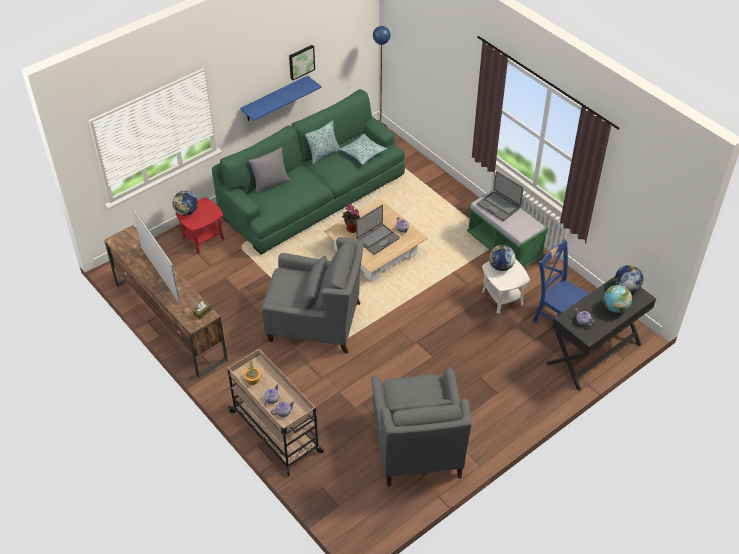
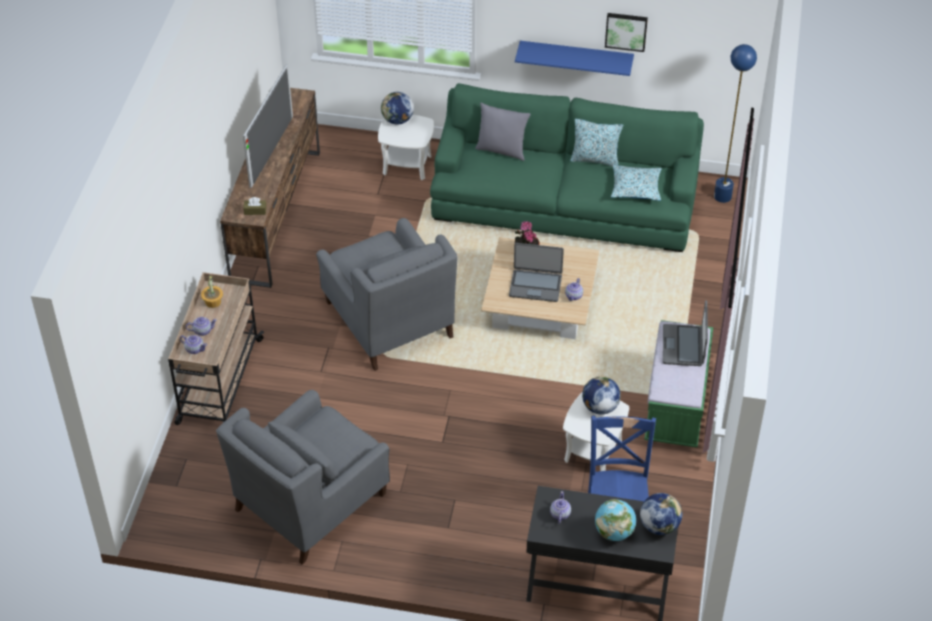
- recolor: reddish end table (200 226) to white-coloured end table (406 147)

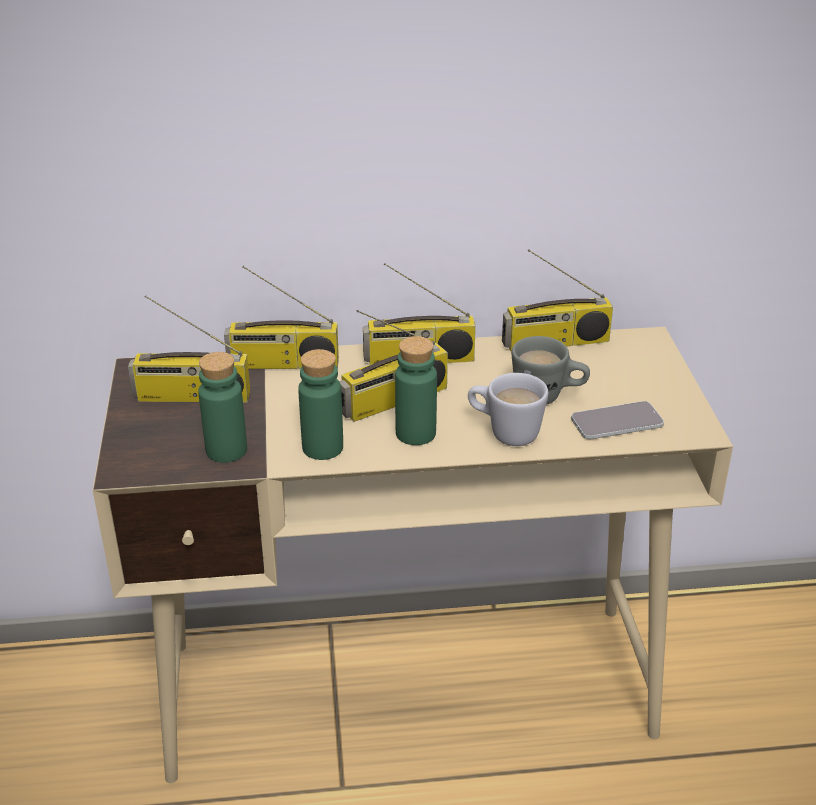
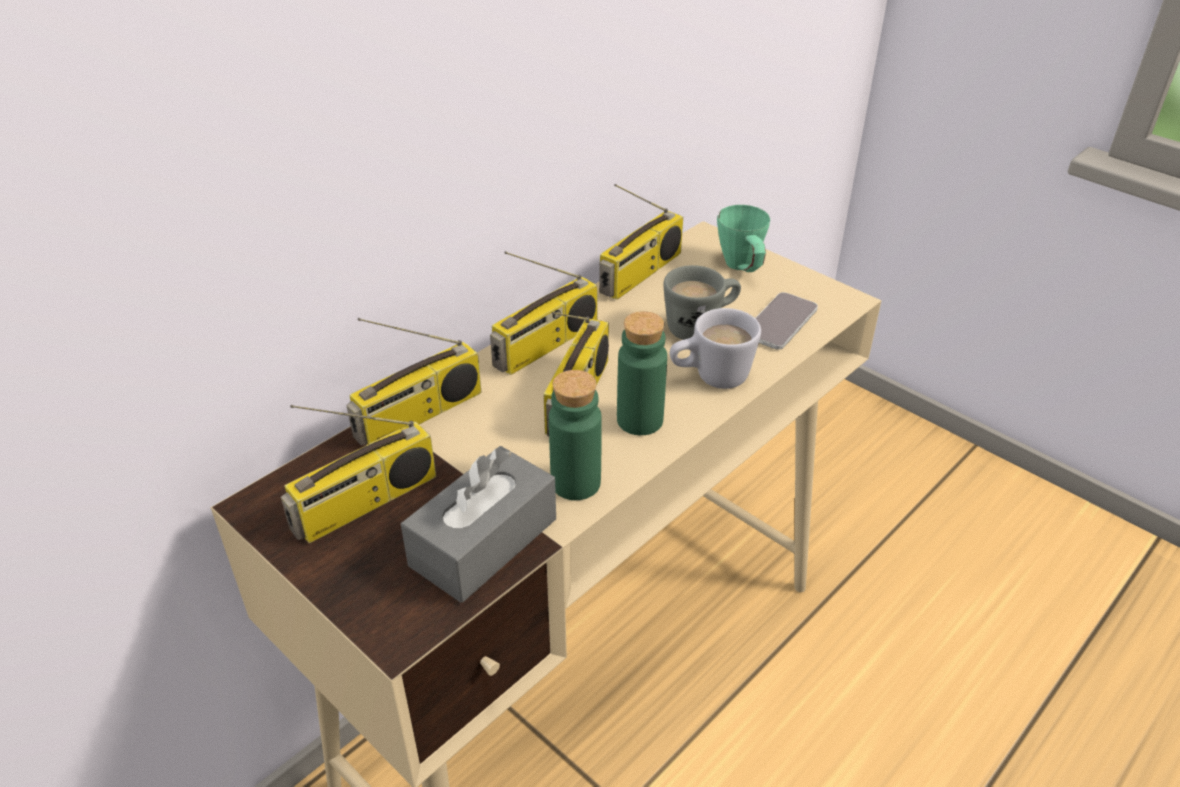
- replace: green beverage bottle (222 407) to grey box of tissues (478 524)
- insert: green tea mug (743 238)

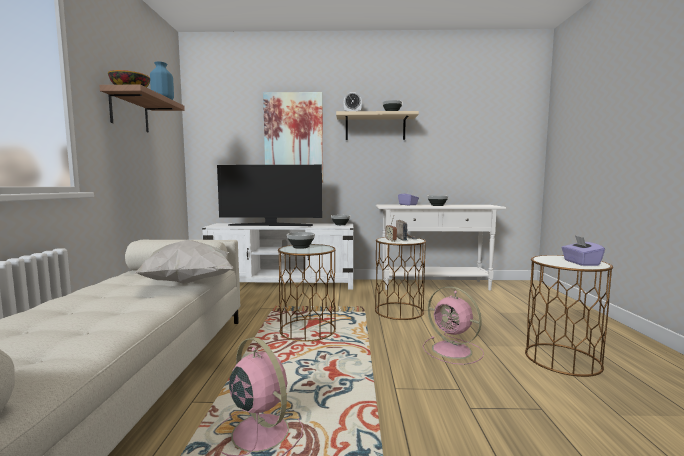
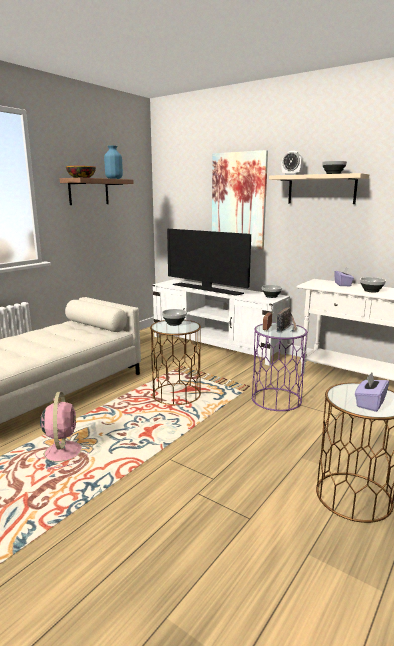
- recolor: brown-coloured end table (400 278) to purple-coloured end table (279 366)
- delete: white-coloured pillow (183 261)
- delete: pink electric fan (453 326)

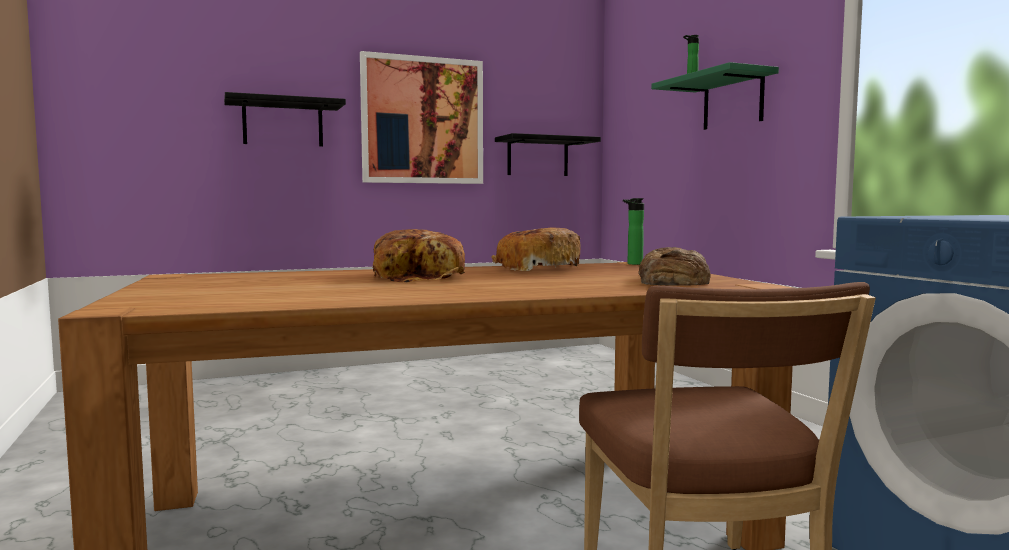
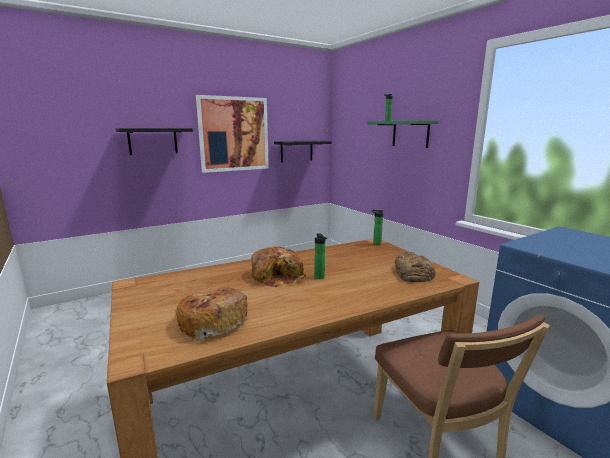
- move: bakery bread (535 249) to (211 314)
- insert: beverage bottle (320 256)

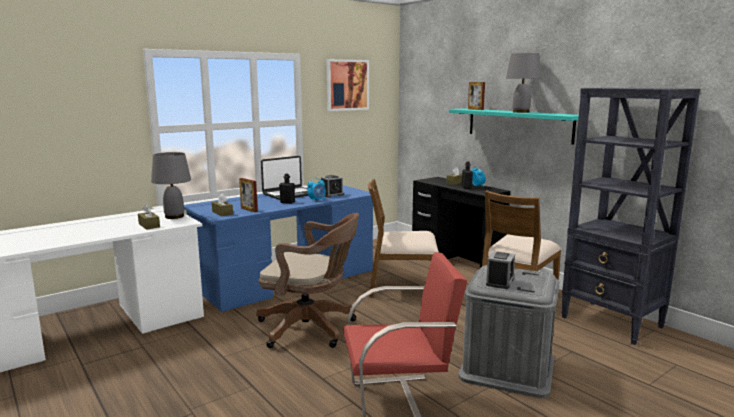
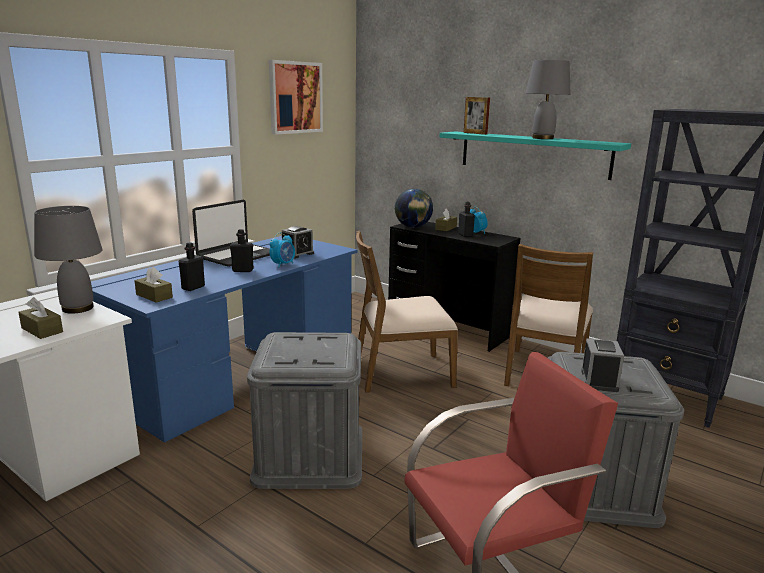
- replace: photo frame (248 195) to black-coloured beverage bottle (191 266)
- replace: brown-coloured computer chair (307 280) to grey storage box (304 410)
- insert: globe (414 208)

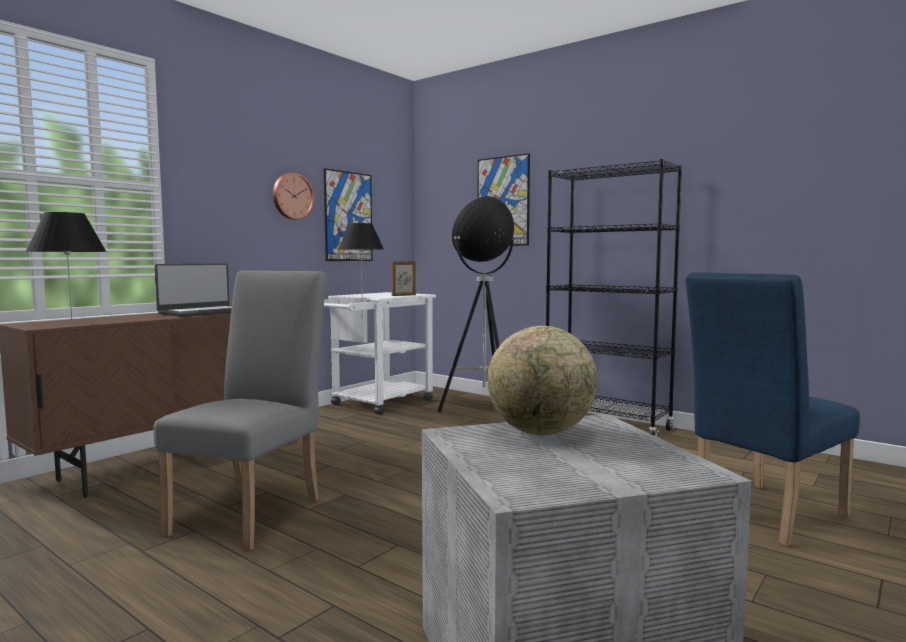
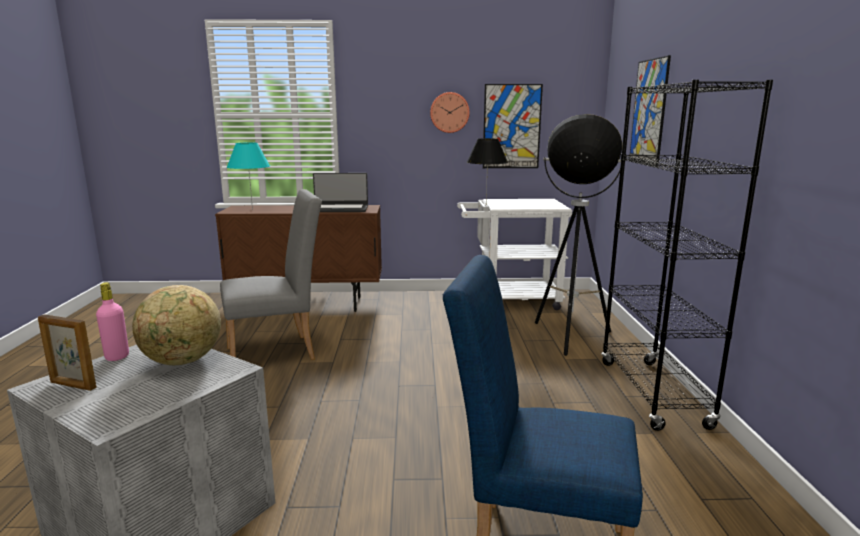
- move: photo frame (404 278) to (67 352)
- insert: pink beverage bottle (112 321)
- recolor: black-coloured lamp for a table (66 267) to turquoise lamp for a table (248 176)

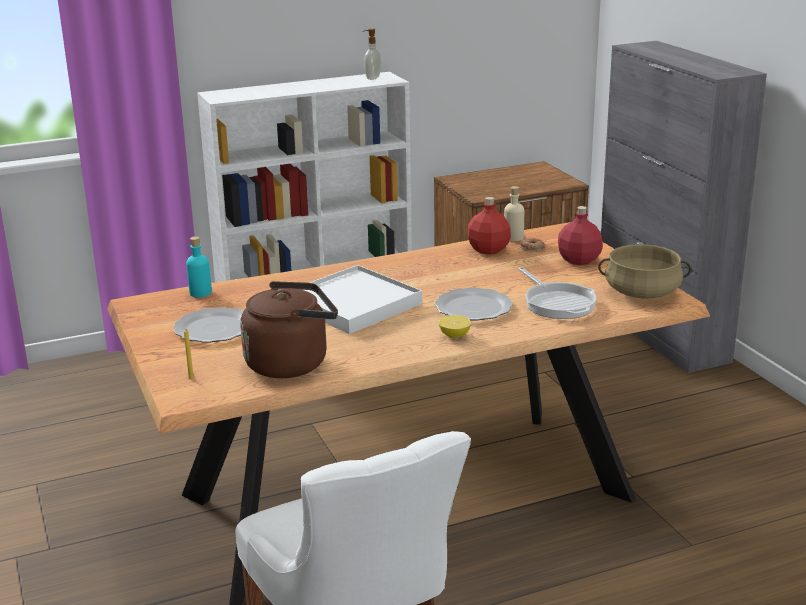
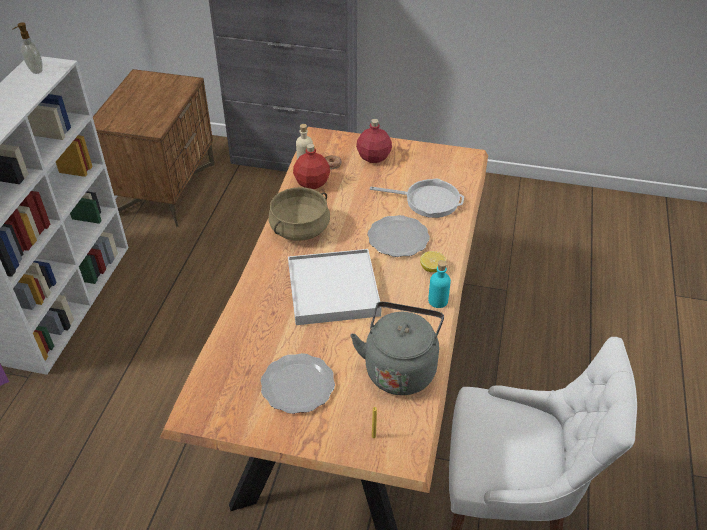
- move: beige saucepot (644 271) to (299 214)
- recolor: brown-coloured tea kettle (289 329) to grey tea kettle (397 348)
- move: turquoise beverage bottle (199 266) to (439 284)

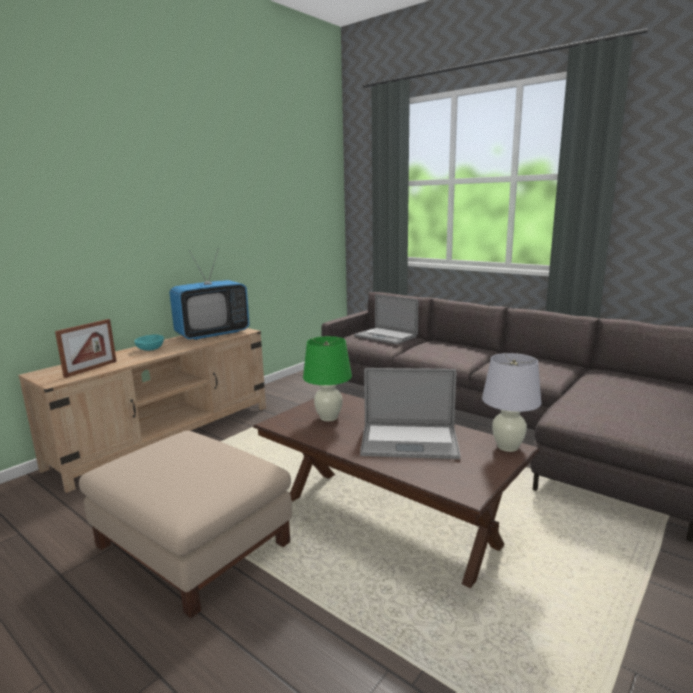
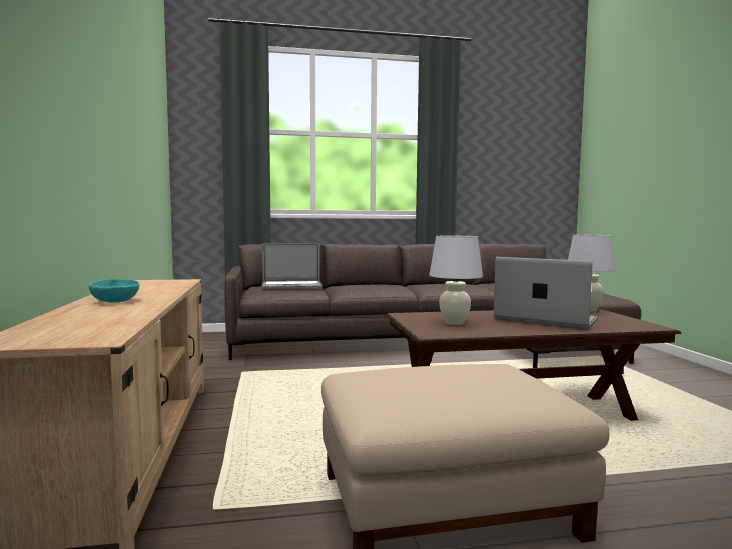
- recolor: green lamp for a table (327 378) to white-coloured lamp for a table (456 280)
- rotate: portable computer (410 413) = (546 293) 105 degrees counterclockwise
- delete: photo frame (86 348)
- delete: TV (209 294)

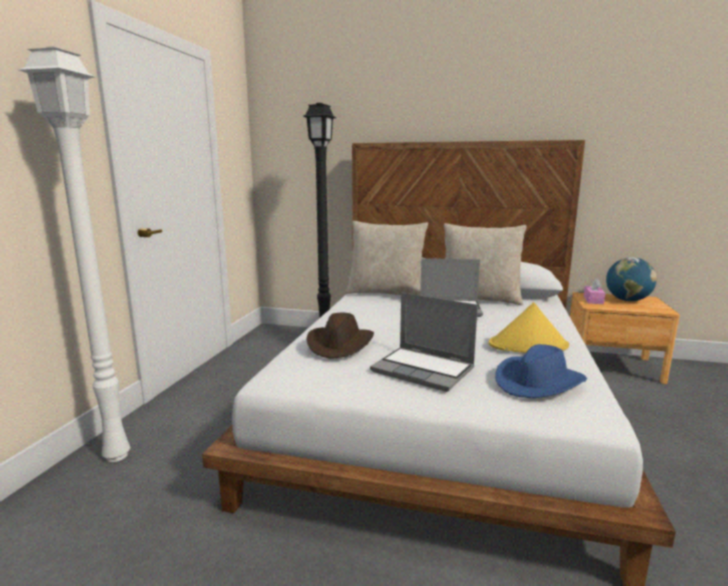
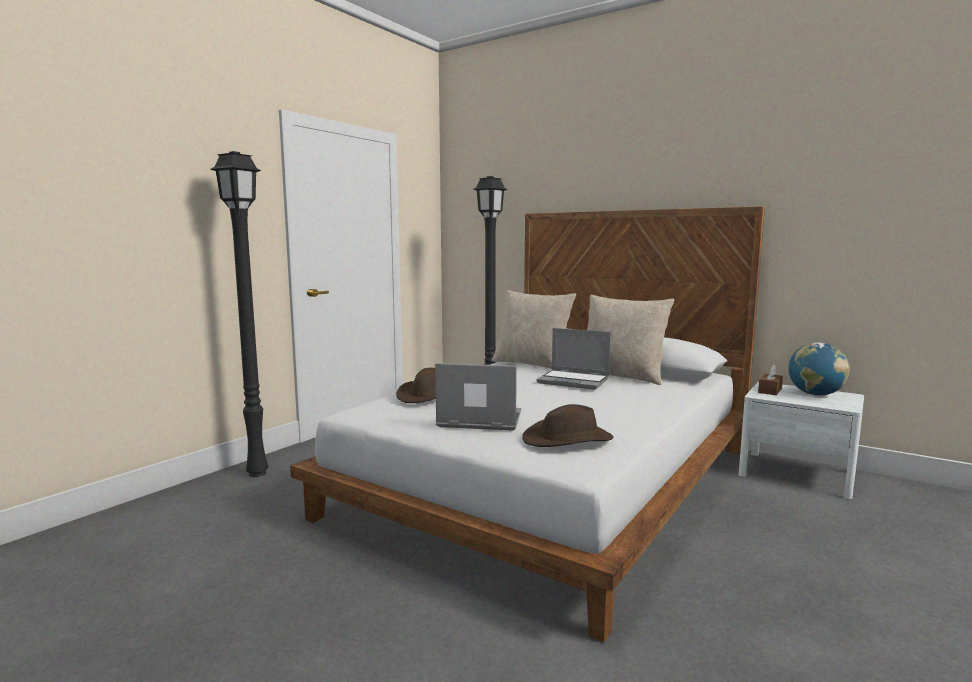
- recolor: white-coloured floor lamp (74 254) to black-coloured floor lamp (239 314)
- rotate: portable computer (424 342) = (478 397) 135 degrees clockwise
- recolor: blue hat (541 371) to brown-coloured hat (568 425)
- recolor: brown-coloured night table (625 338) to white-coloured night table (801 440)
- recolor: pink box of tissues (594 291) to brown-coloured box of tissues (770 380)
- delete: yellow hat (529 328)

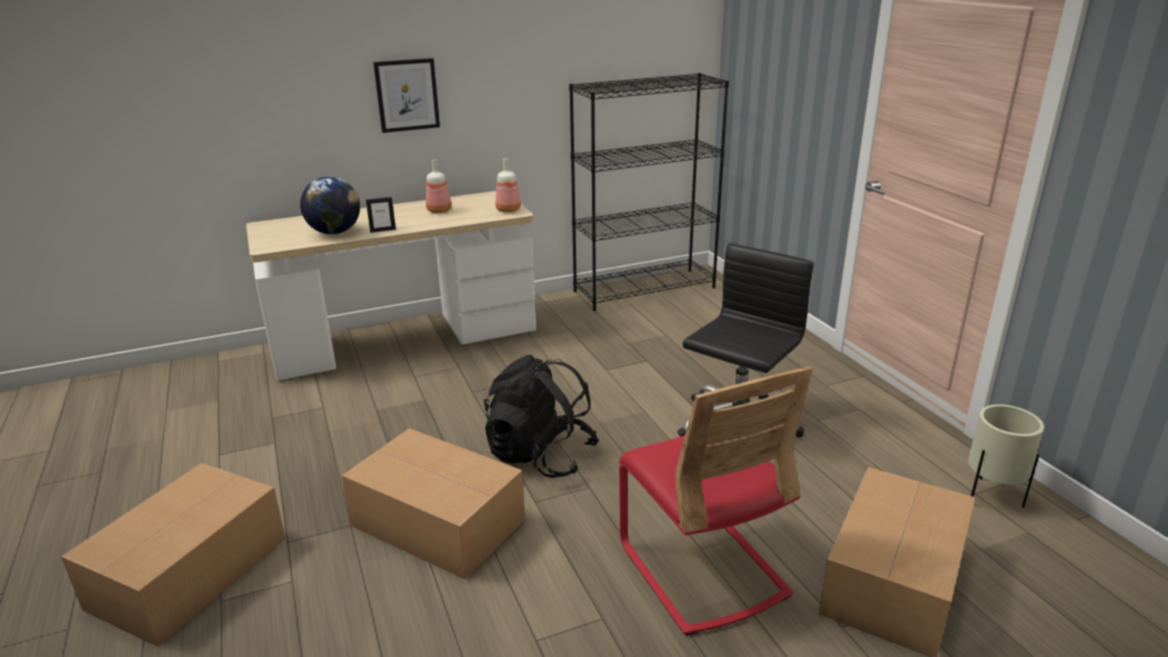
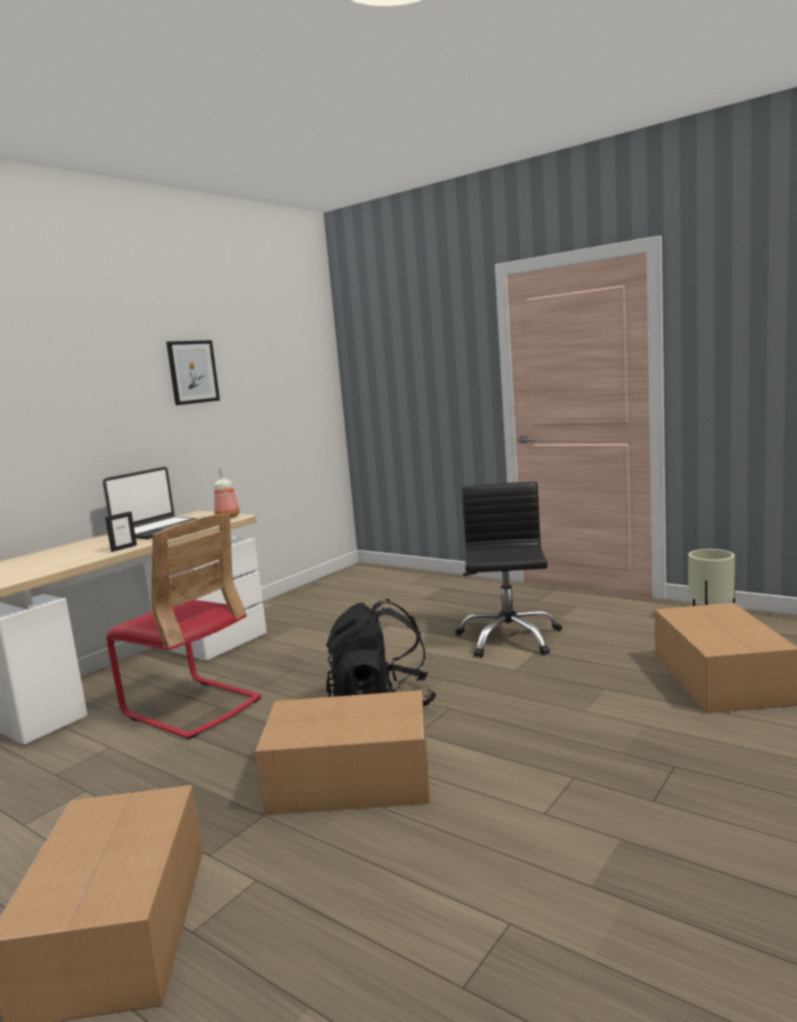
- replace: beverage bottle (439 186) to portable computer (151 503)
- move: reddish plain chair (715 501) to (183 626)
- move: picture (406 95) to (193 372)
- delete: globe (330 205)
- delete: black-coloured bookshelf (649 192)

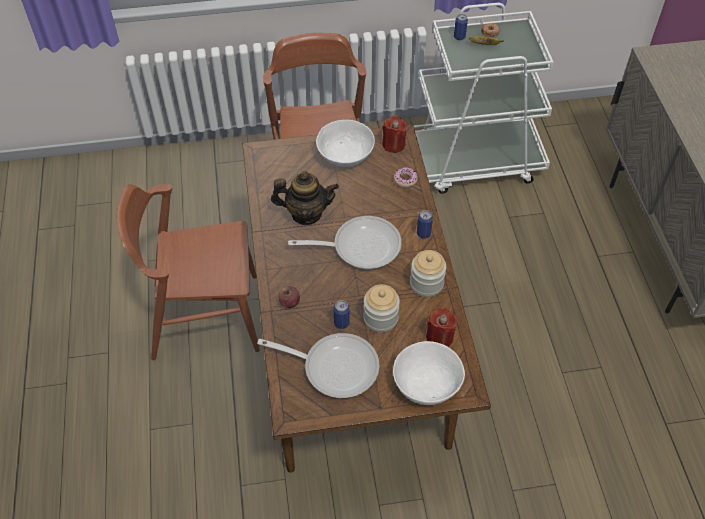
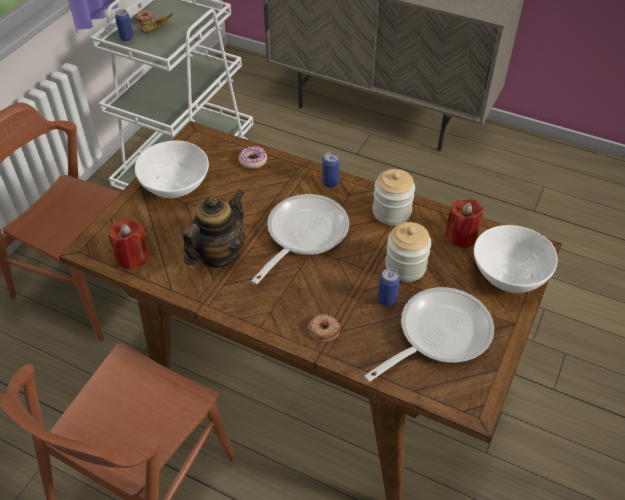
- move: reddish wax candle (394 134) to (128 245)
- replace: apple (289 297) to ring doughnut (324 328)

